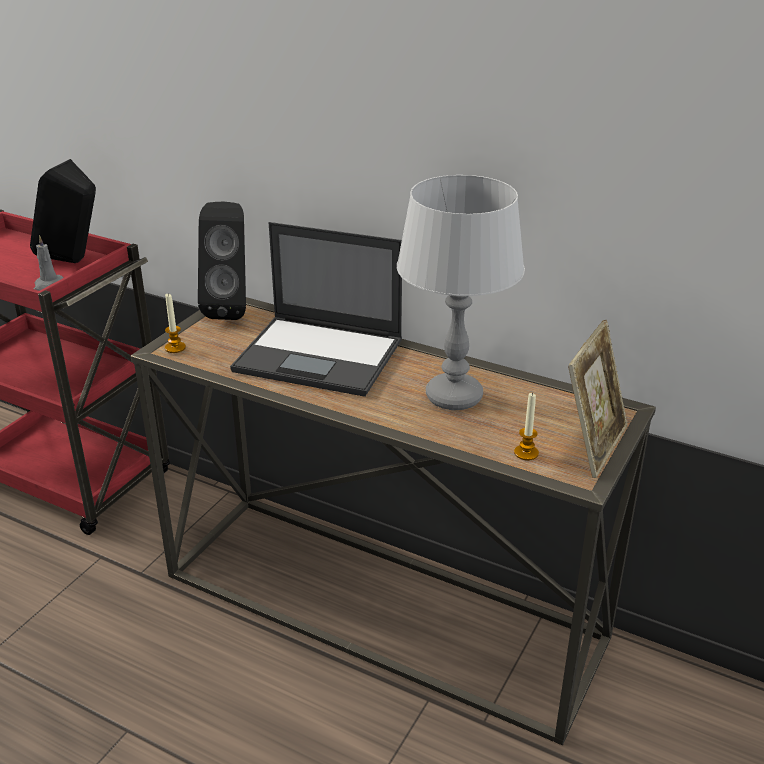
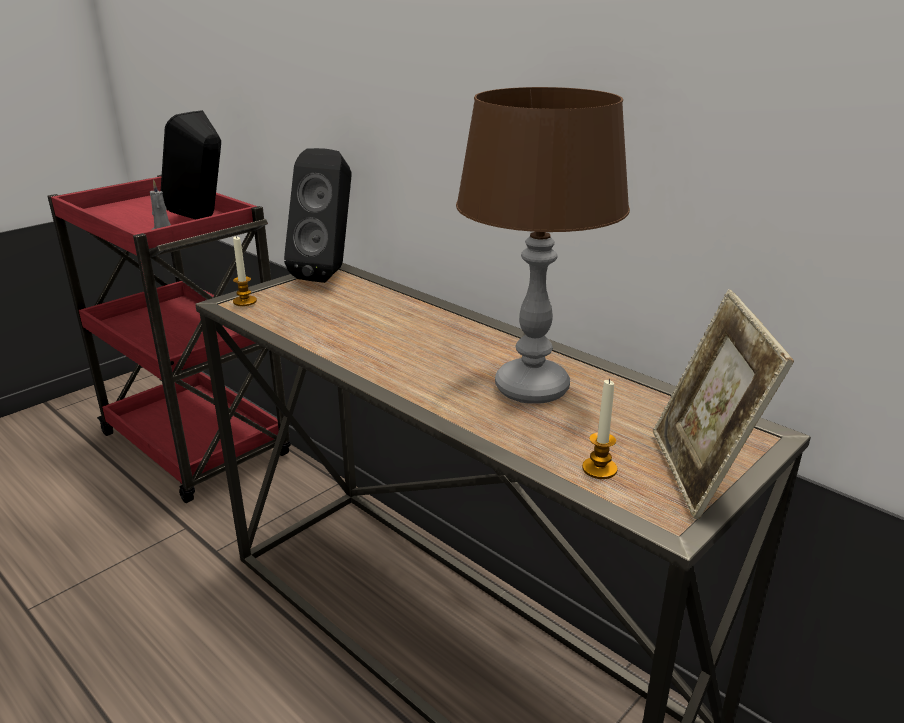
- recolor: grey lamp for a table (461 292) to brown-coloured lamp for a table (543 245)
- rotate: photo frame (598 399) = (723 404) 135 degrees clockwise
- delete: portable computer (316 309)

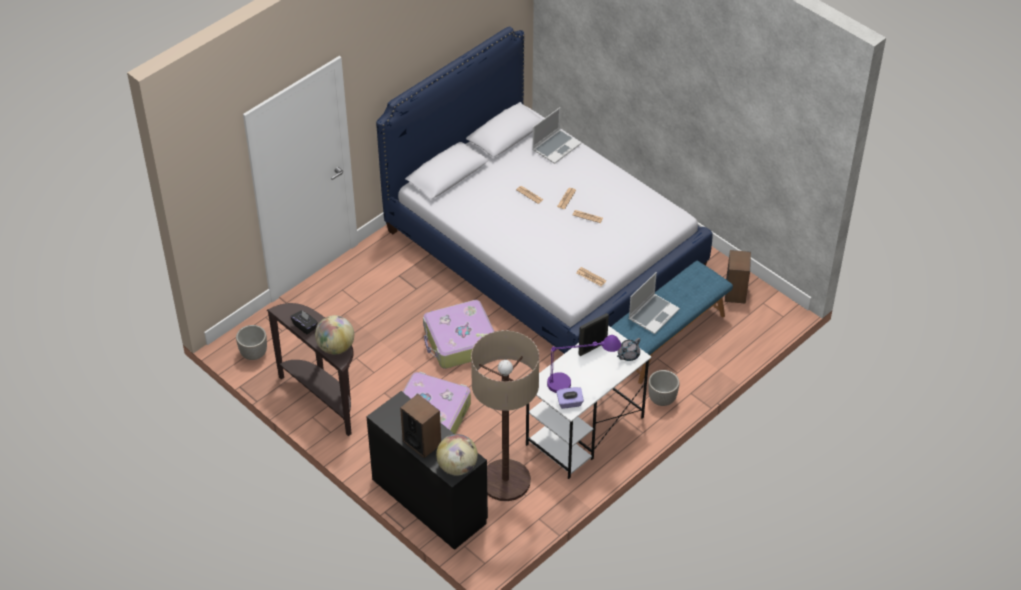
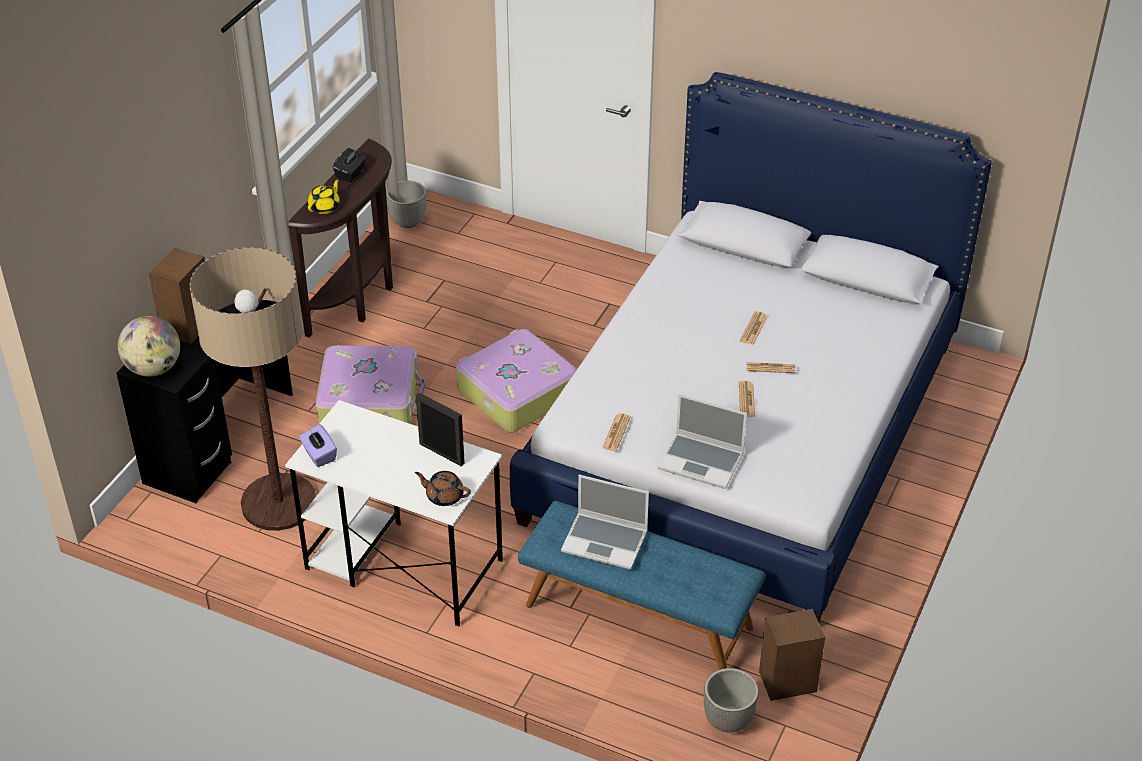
- replace: globe (334 334) to yellow teapot (324 196)
- recolor: grey teapot (628 349) to brown-coloured teapot (443 488)
- move: portable computer (556 135) to (702 441)
- move: plant pot (663 388) to (731 700)
- delete: purple-coloured lamp for a table (584 364)

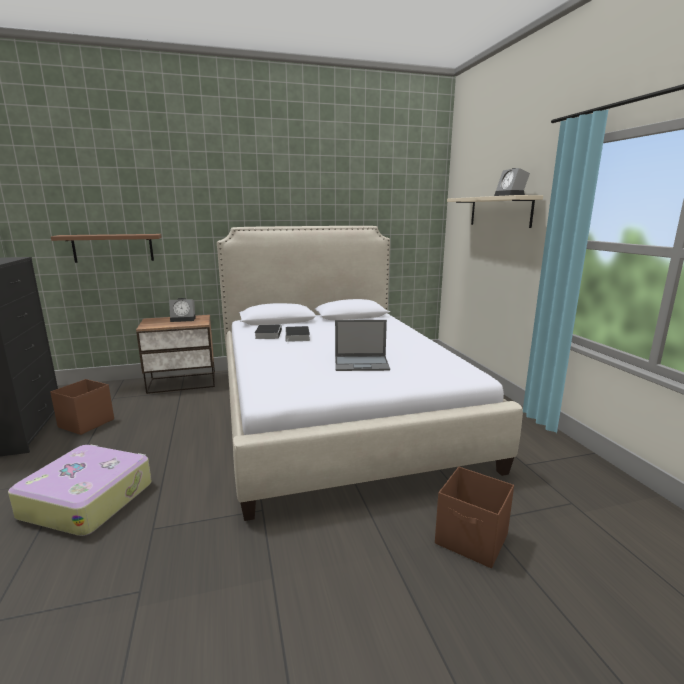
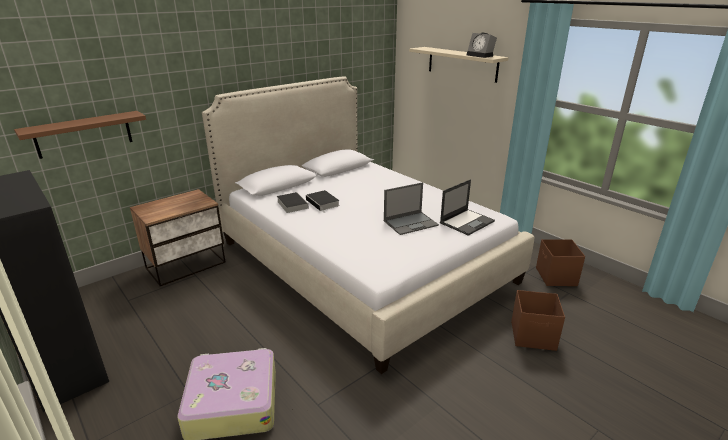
- insert: portable computer (467 207)
- move: brown-coloured storage box (82 407) to (560 262)
- delete: alarm clock (182 310)

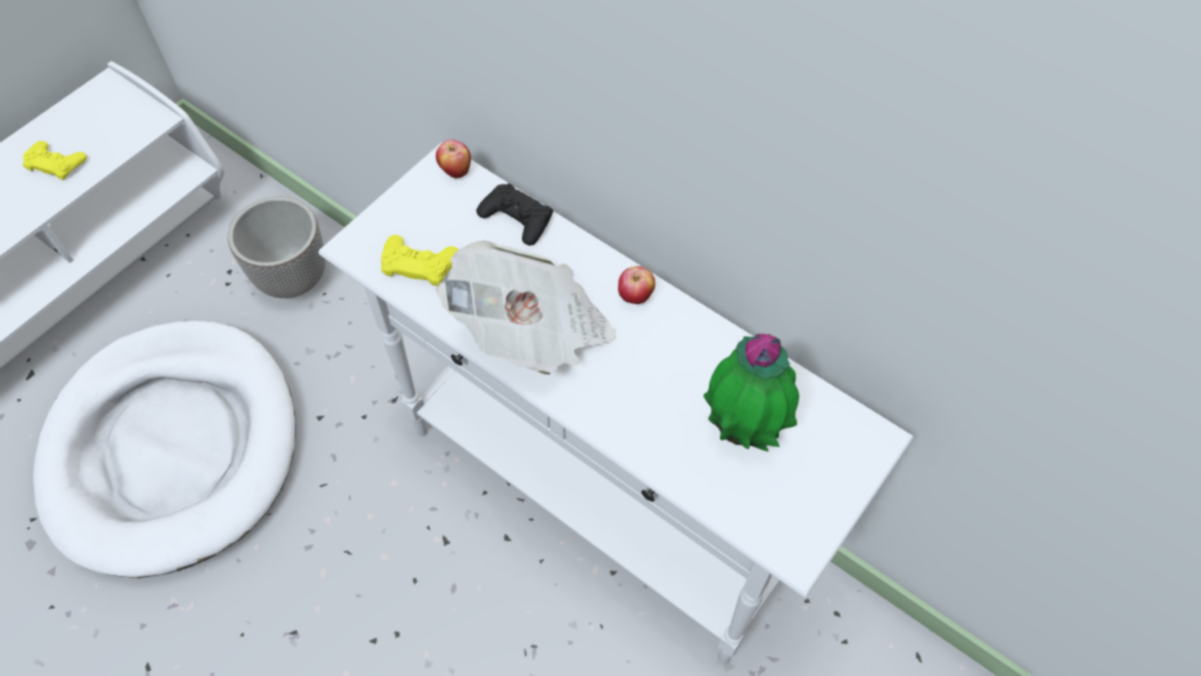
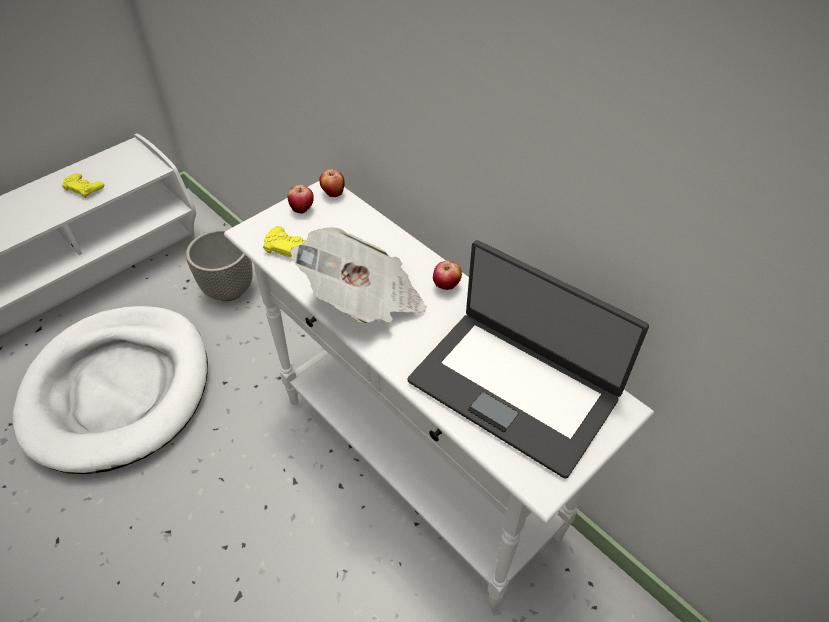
- insert: apple (301 199)
- replace: potted plant (751 393) to portable computer (528 359)
- delete: black-coloured joypad (514 214)

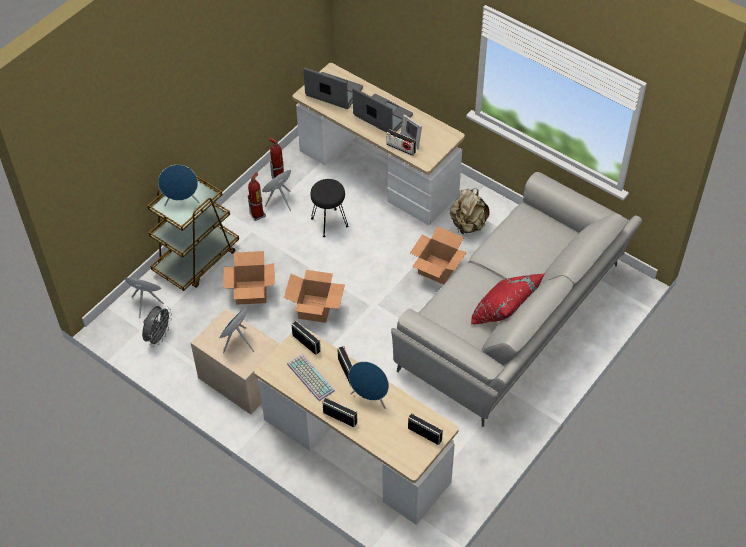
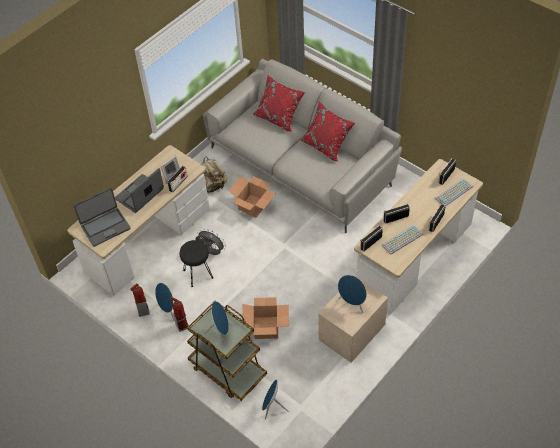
- rotate: portable computer (333 88) = (102 217) 150 degrees counterclockwise
- move: grey electric fan (157 326) to (210 242)
- insert: reddish pillow (279 103)
- insert: keyboard (454 192)
- delete: packing box (314 296)
- delete: blue audio speaker (369 385)

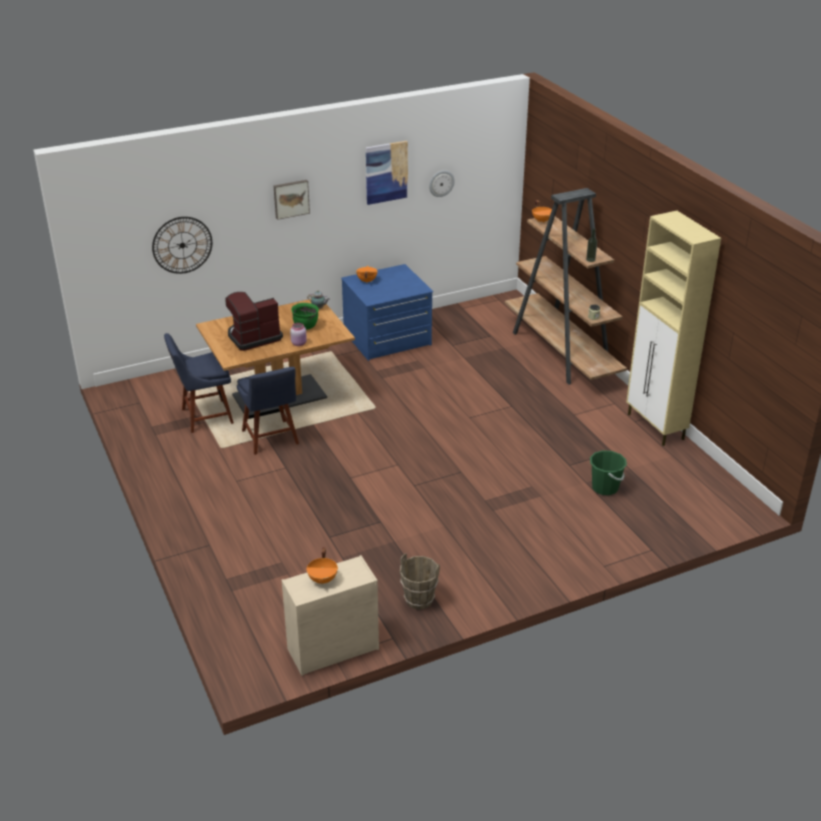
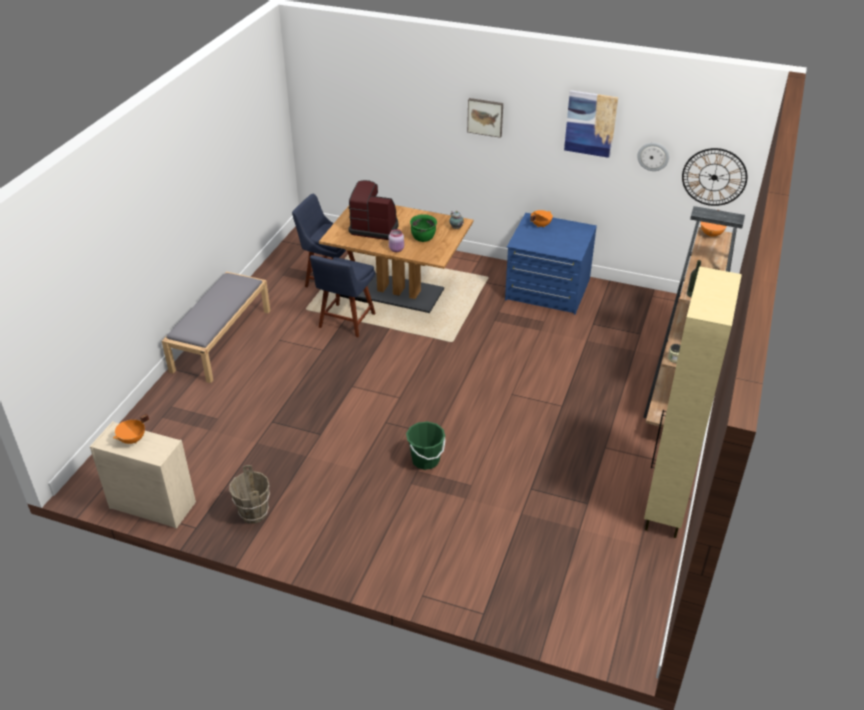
- insert: grey long seat (216 327)
- move: green pail (608 472) to (425 445)
- move: wall clock (182 245) to (714 177)

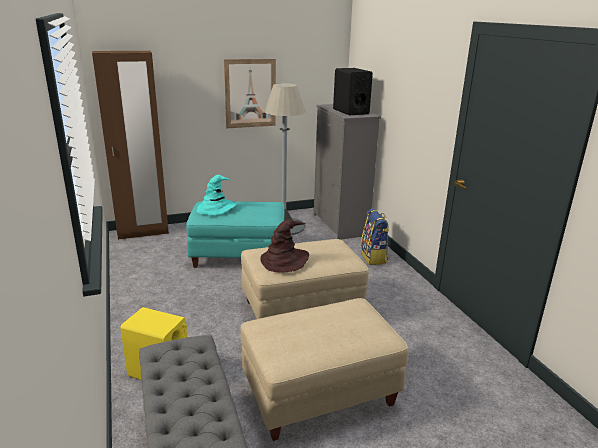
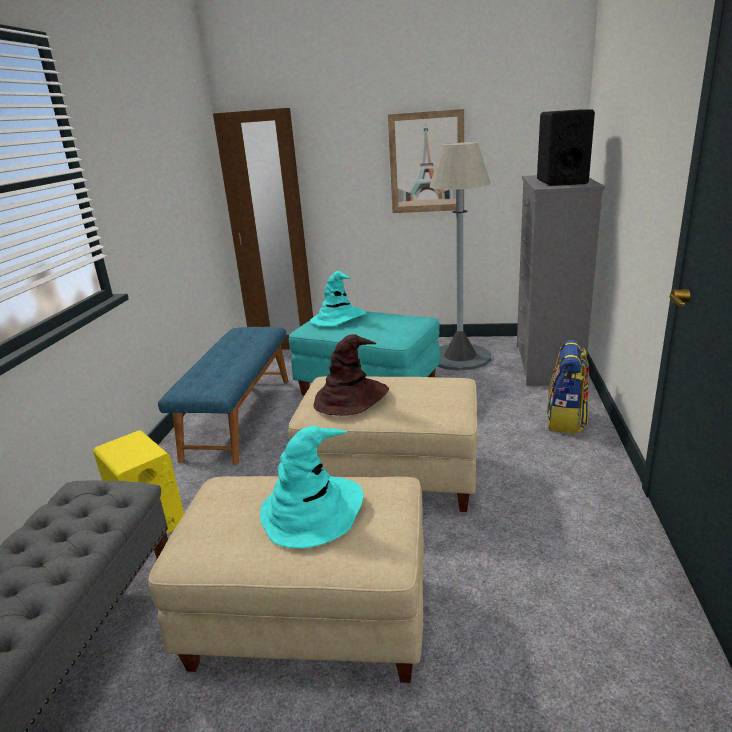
- insert: blue long seat (223 395)
- insert: turquoise hat (311 487)

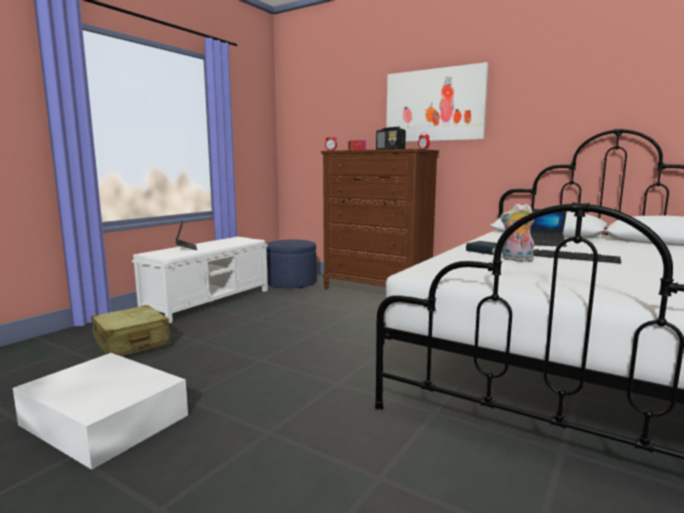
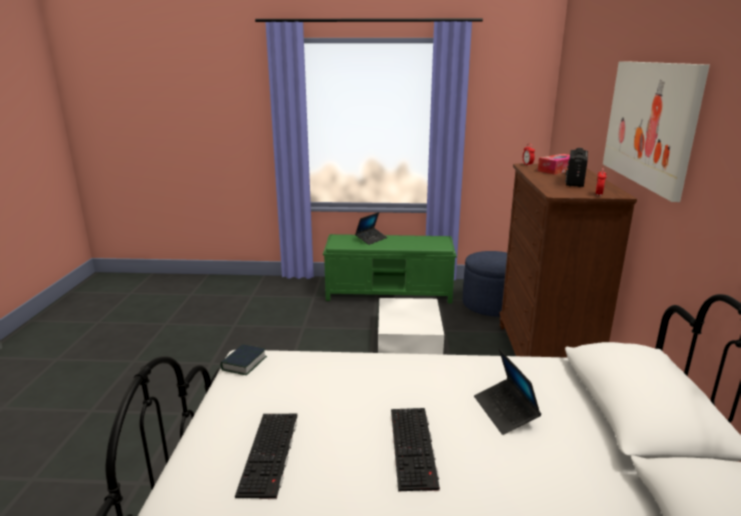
- move: bound book (484 248) to (244 359)
- insert: keyboard (266 456)
- recolor: white-coloured long seat (200 280) to green long seat (390 269)
- move: white-coloured storage box (100 411) to (411 326)
- delete: beige piece of luggage (131 330)
- delete: plush toy (517 233)

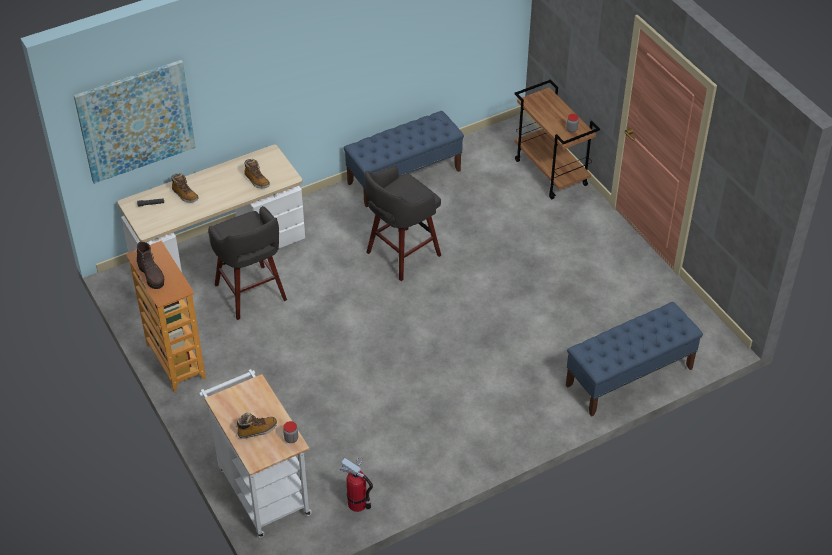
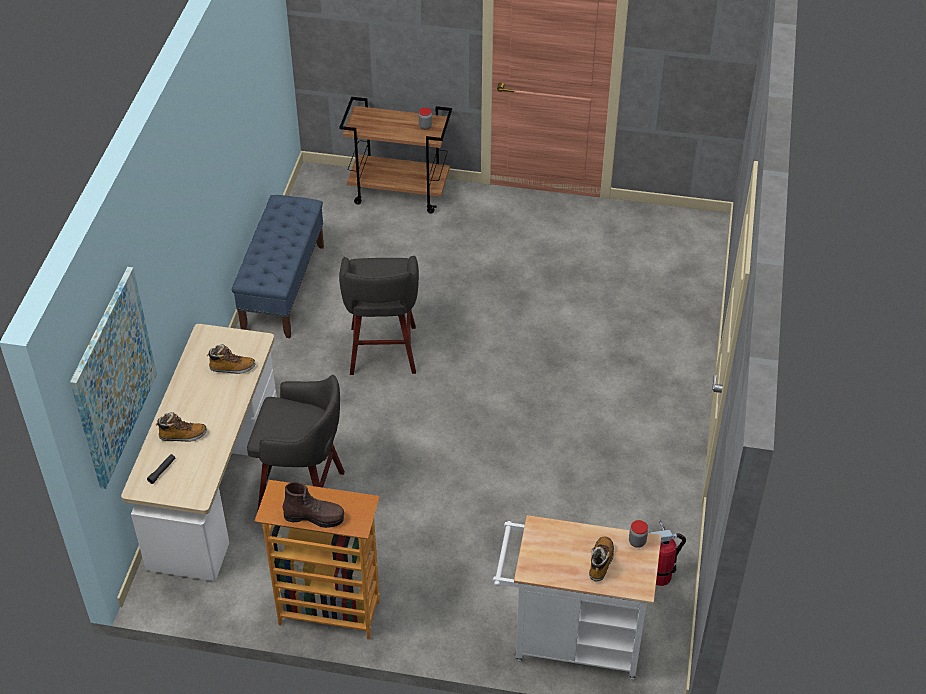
- delete: blue long seat (634 359)

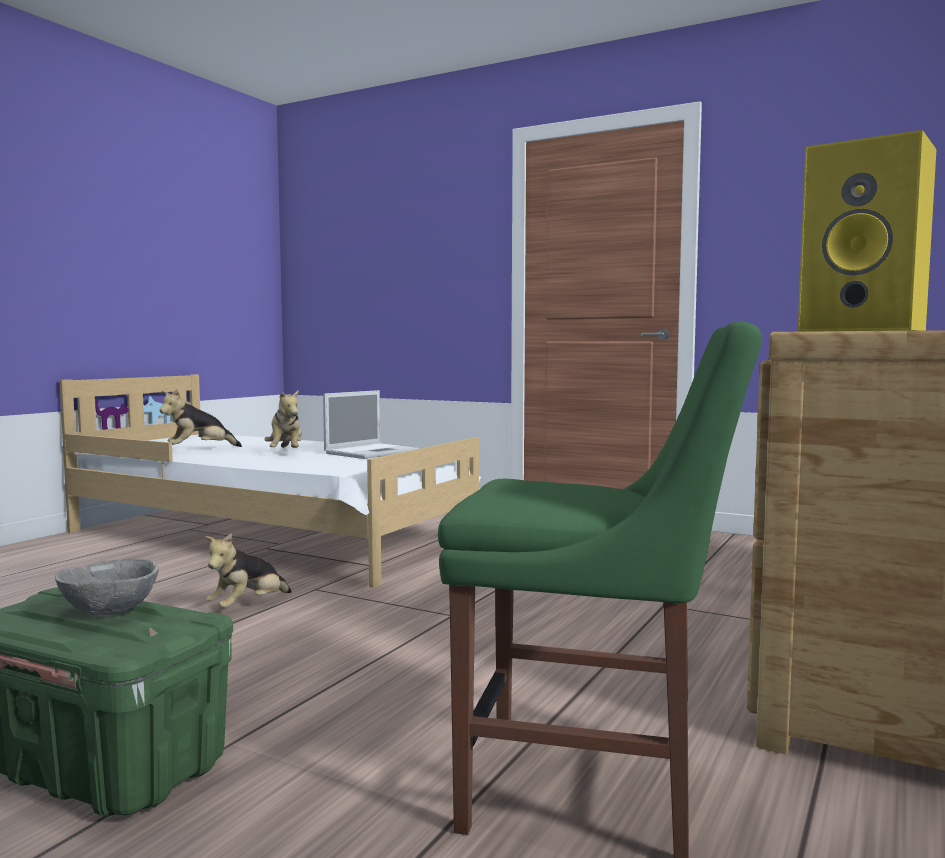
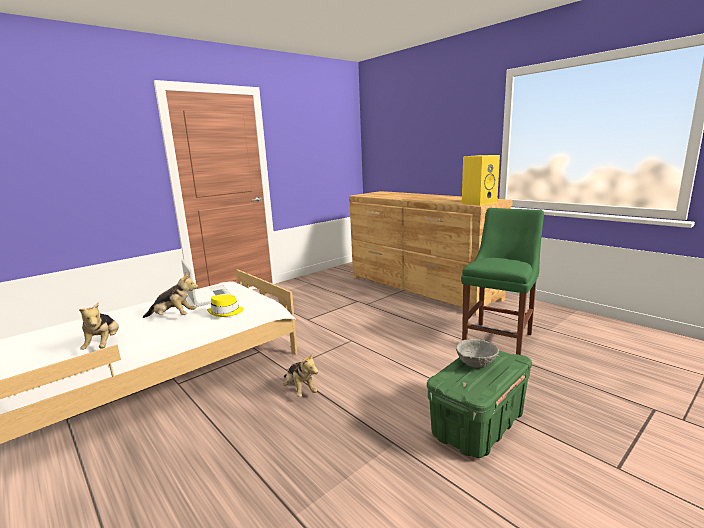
- insert: yellow hat (225 306)

